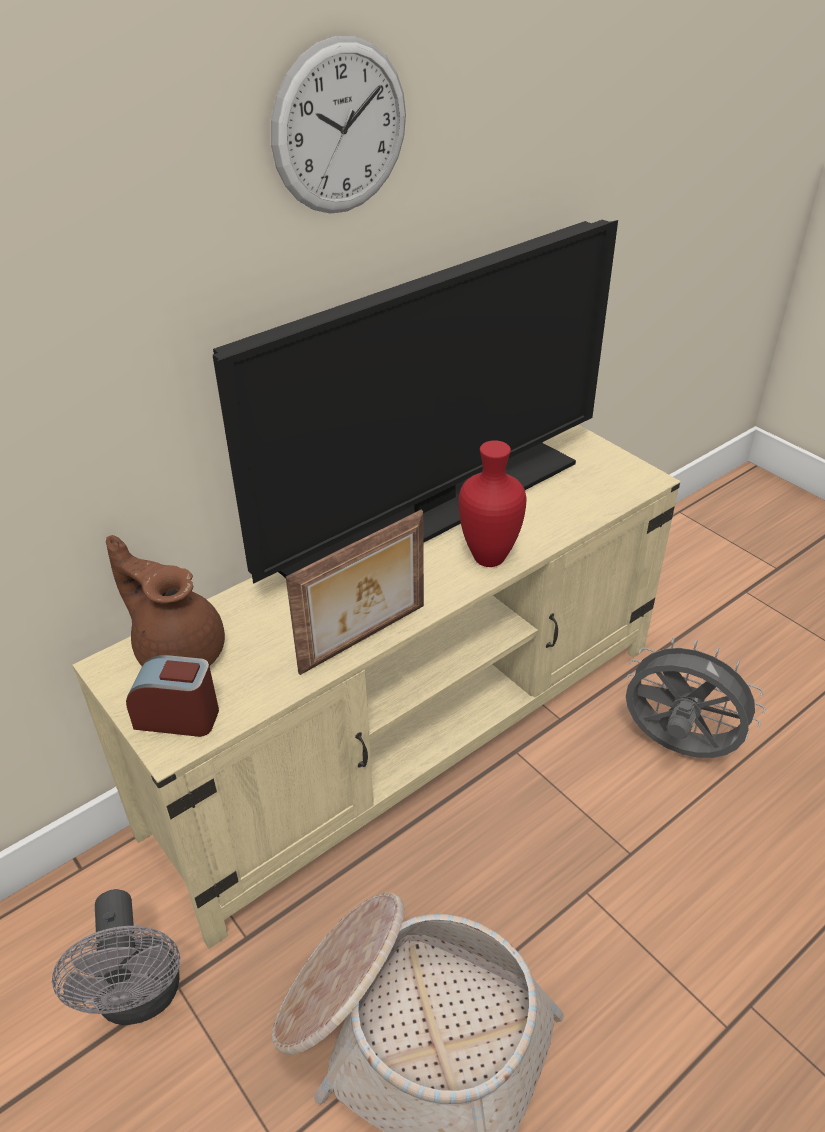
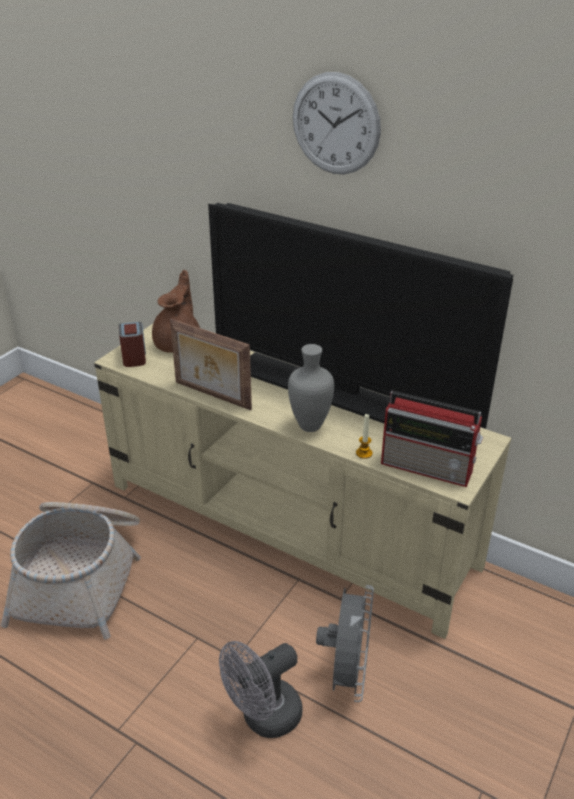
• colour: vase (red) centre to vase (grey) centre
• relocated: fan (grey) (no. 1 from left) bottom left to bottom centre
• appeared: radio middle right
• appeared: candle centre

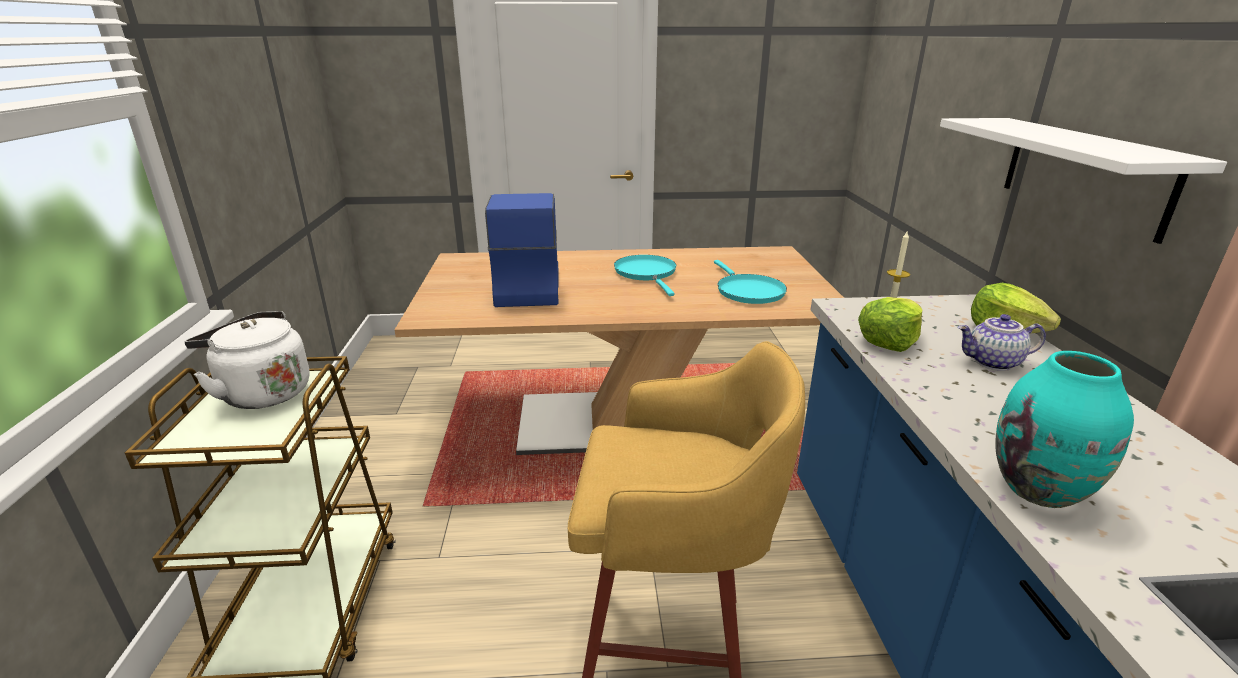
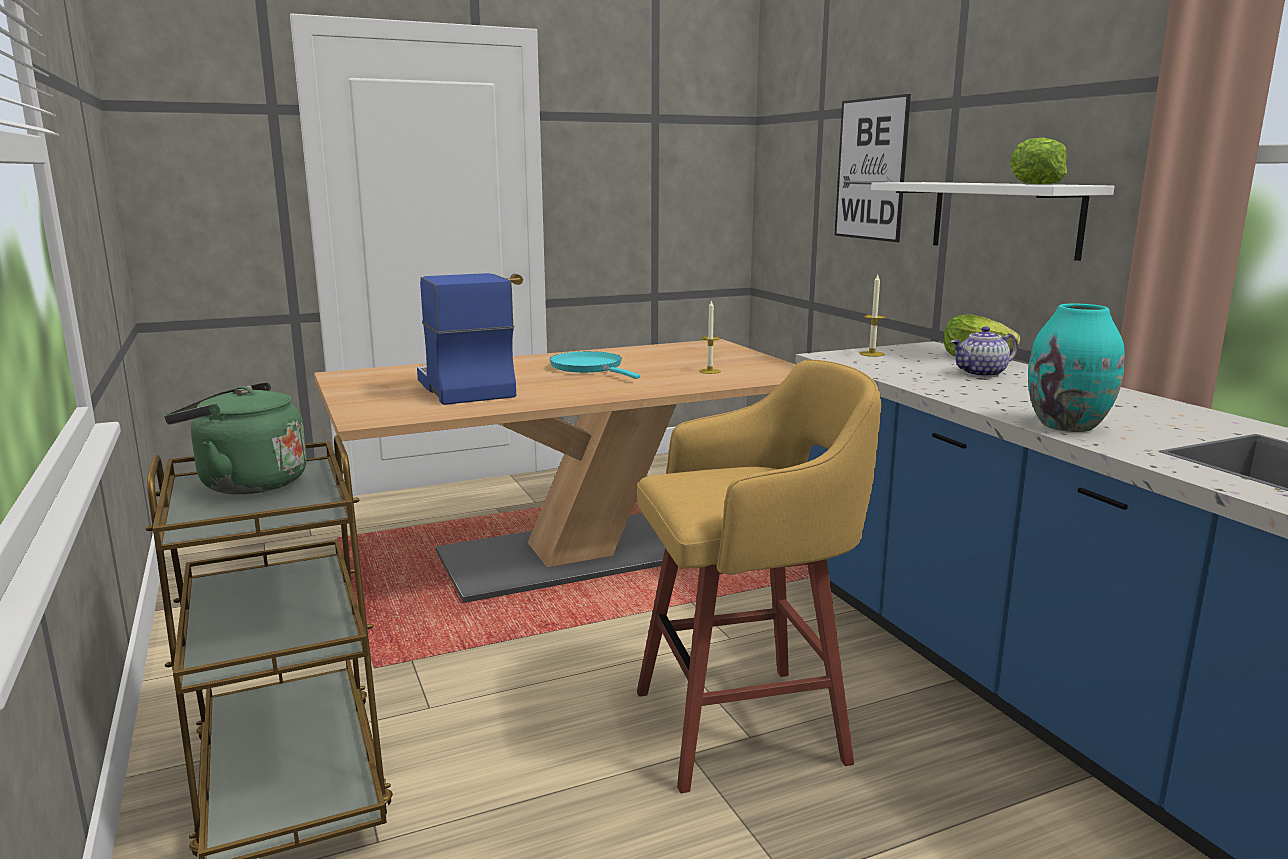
• exchanged: frying pan (turquoise) (no. 2 from left) centre to candle (no. 1 from left) centre
• relocated: lettuce (no. 1 from left in the first image) middle right to lettuce (no. 2 from left) top right
• colour: kettle (white) middle left to kettle (green) middle left
• appeared: picture top right

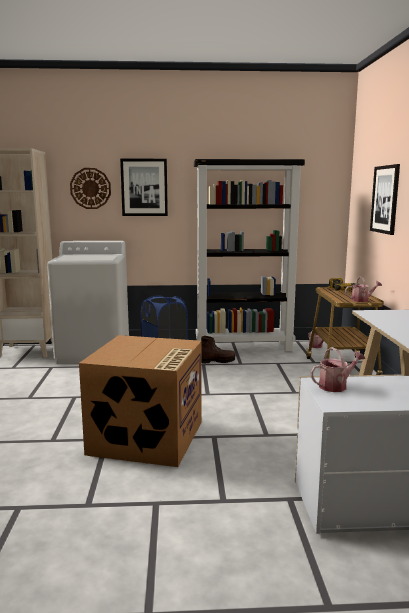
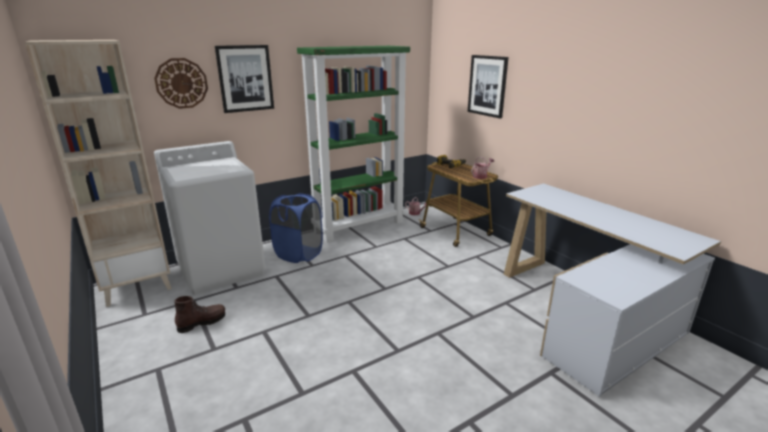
• colour: bookcase (black) centre to bookcase (green) centre
• missing: cardboard box centre
• relocated: boot (brown) centre to bottom left
• missing: watering can (no. 2 from left) middle right

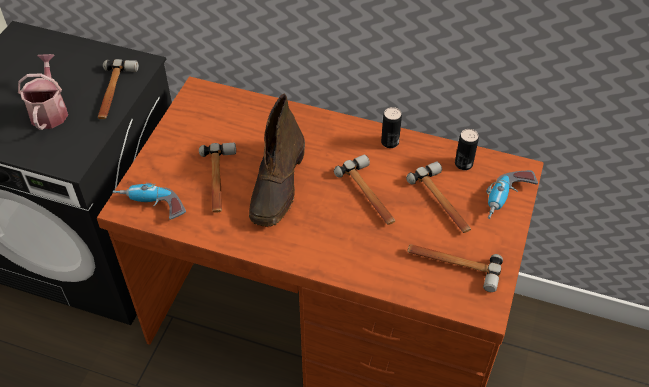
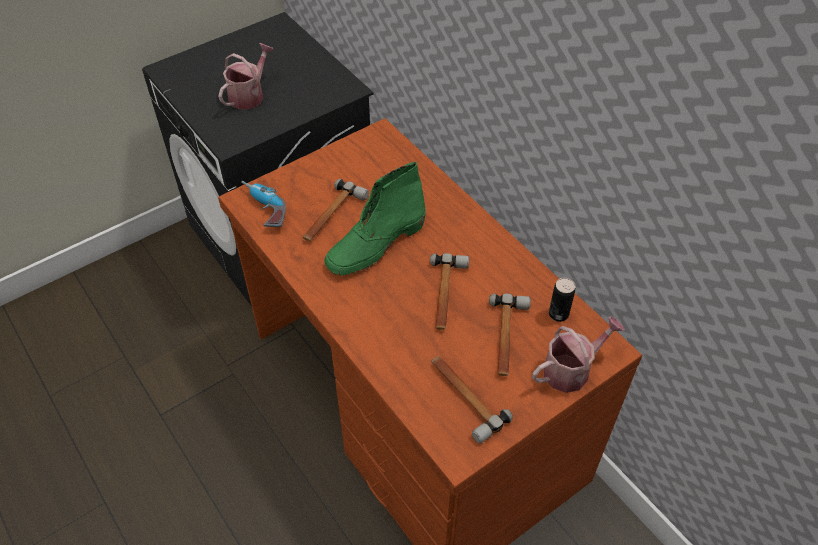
• missing: hammer (no. 1 from left) top left
• colour: boot (brown) centre to boot (green) centre
• missing: can (no. 1 from left) top centre
• exchanged: power drill (no. 2 from left) middle right to watering can (no. 2 from left) middle right

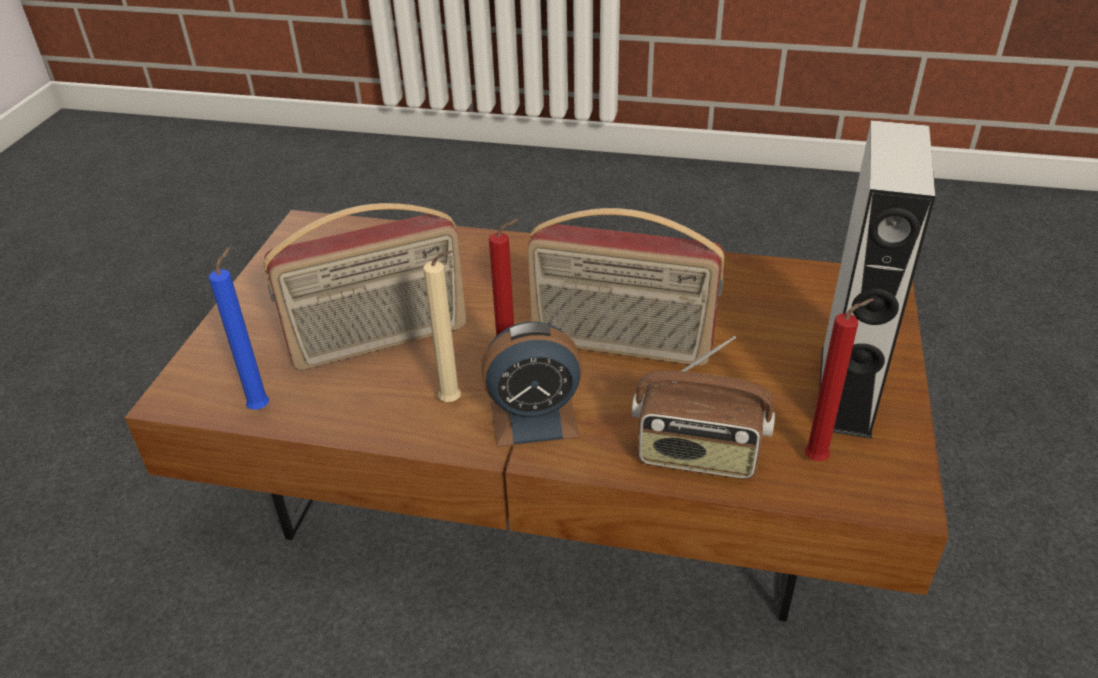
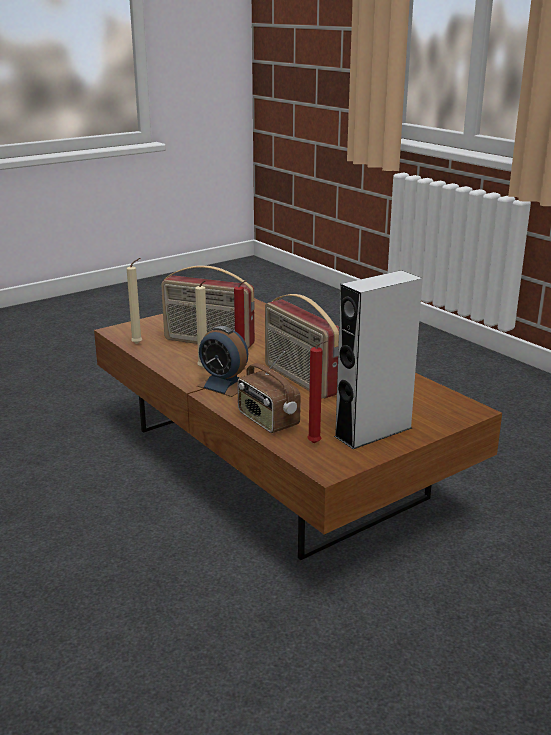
• colour: candle (blue) middle left to candle (beige) (no. 1 from left) middle left

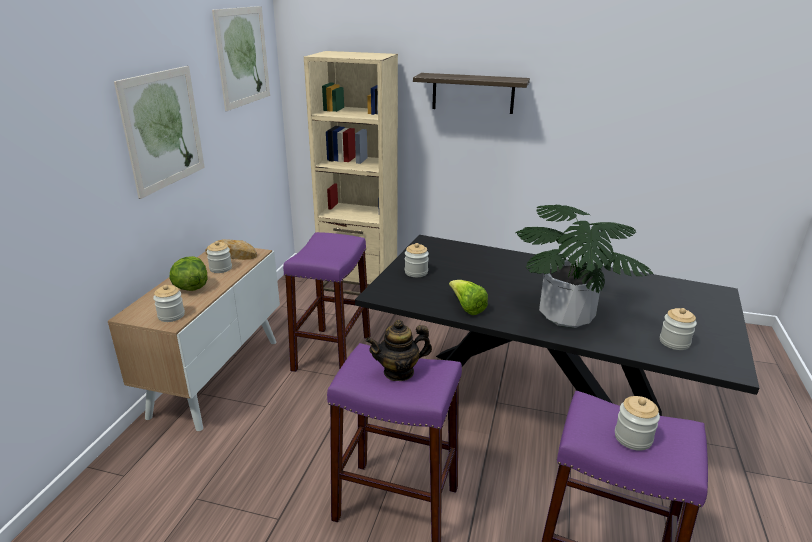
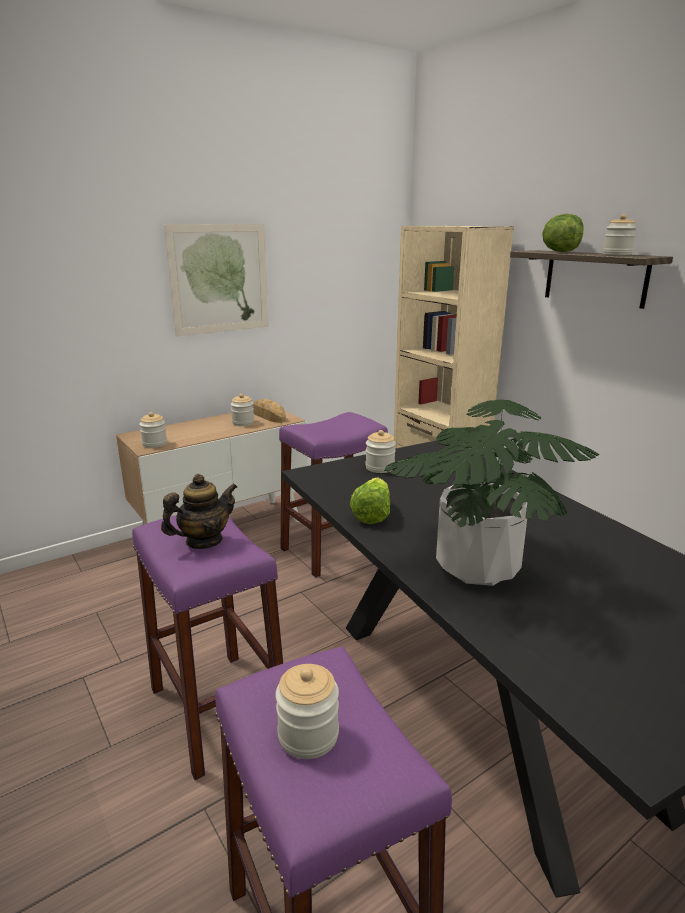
• missing: picture (no. 2 from left) top left
• relocated: lettuce (no. 1 from left in the first image) middle left to lettuce (no. 2 from left) top right
• relocated: jar (no. 5 from left) middle right to top right
• spun: teapot centre = middle left 120 degrees clockwise

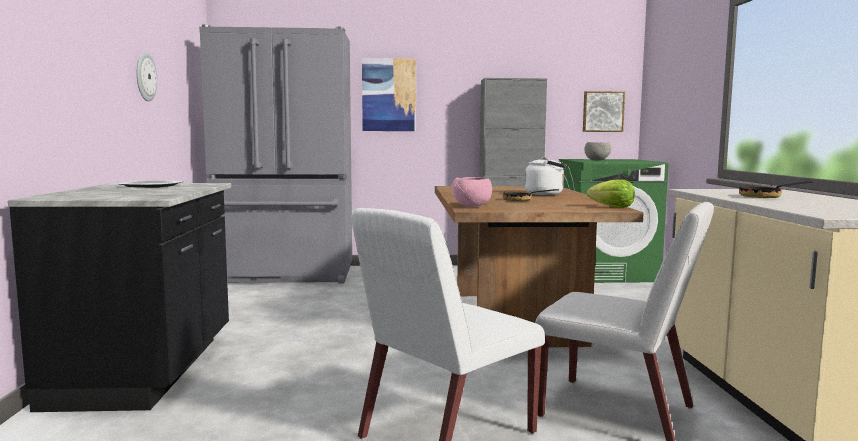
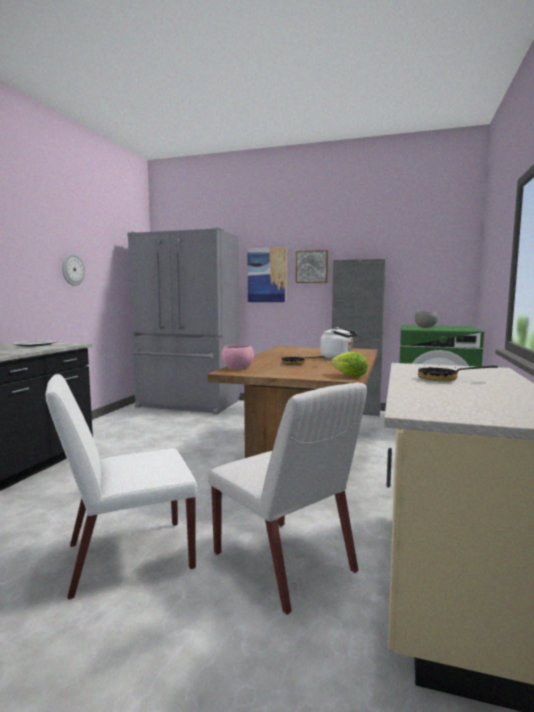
• relocated: picture (no. 2 from left) top right to centre

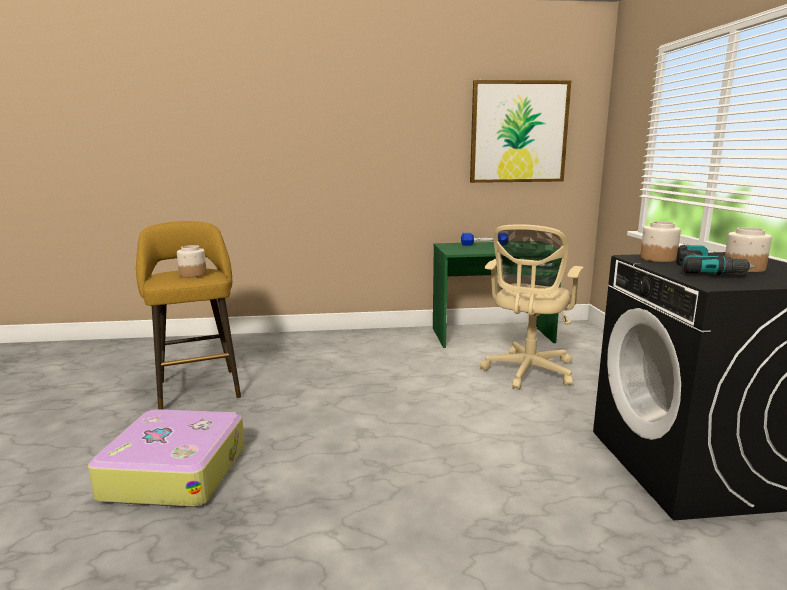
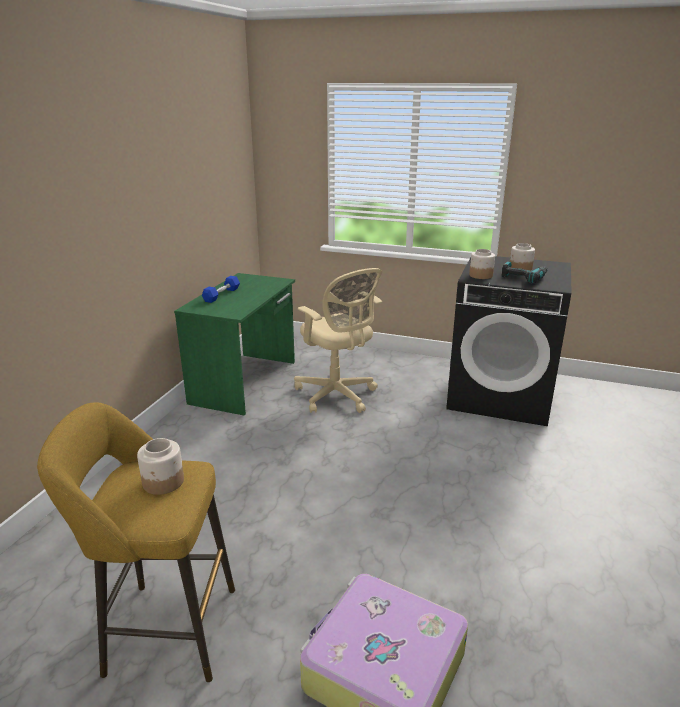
• missing: picture top centre

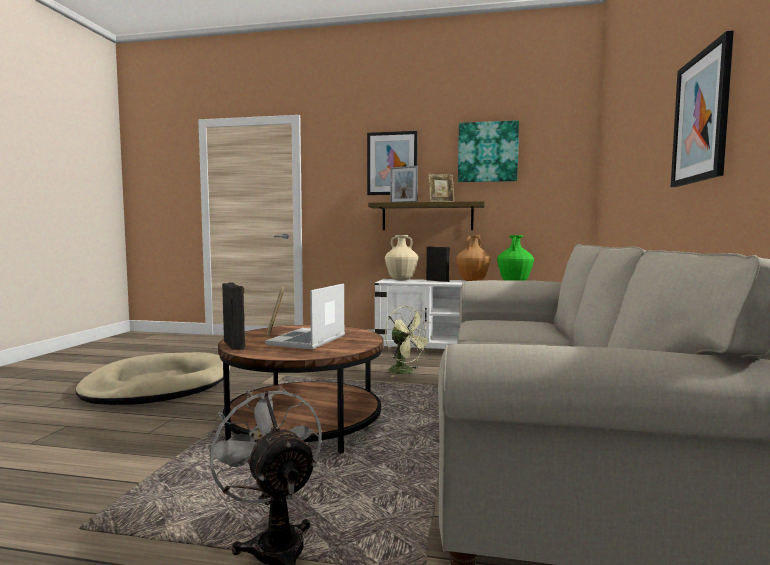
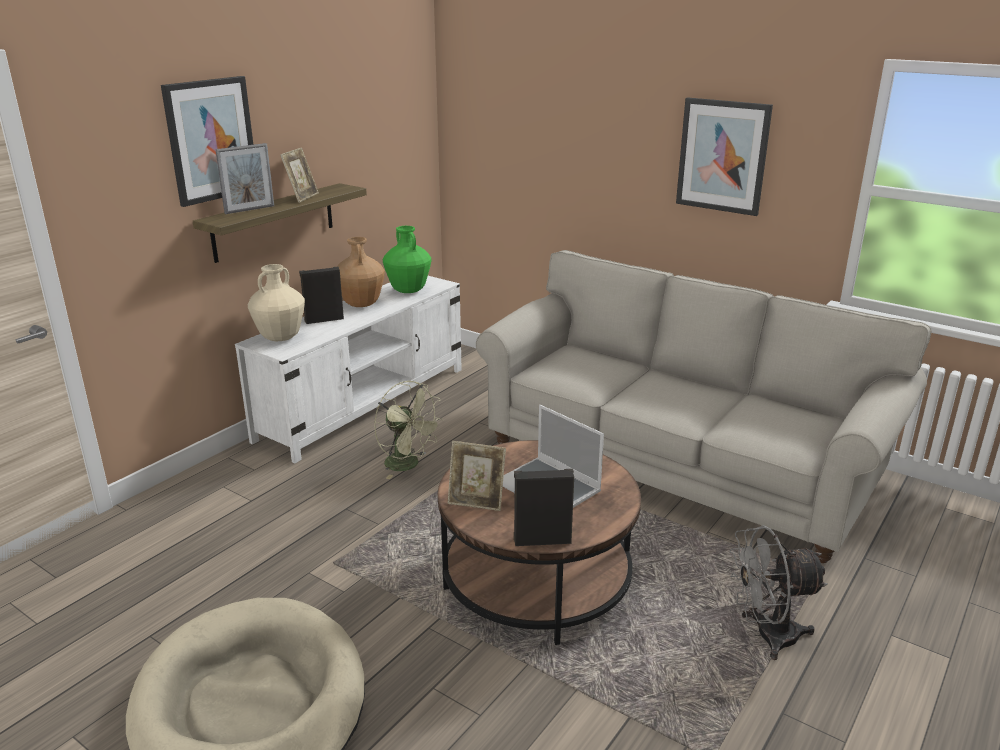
• missing: picture (no. 2 from left) top centre
• spun: fan (green) centre = centre 60 degrees clockwise

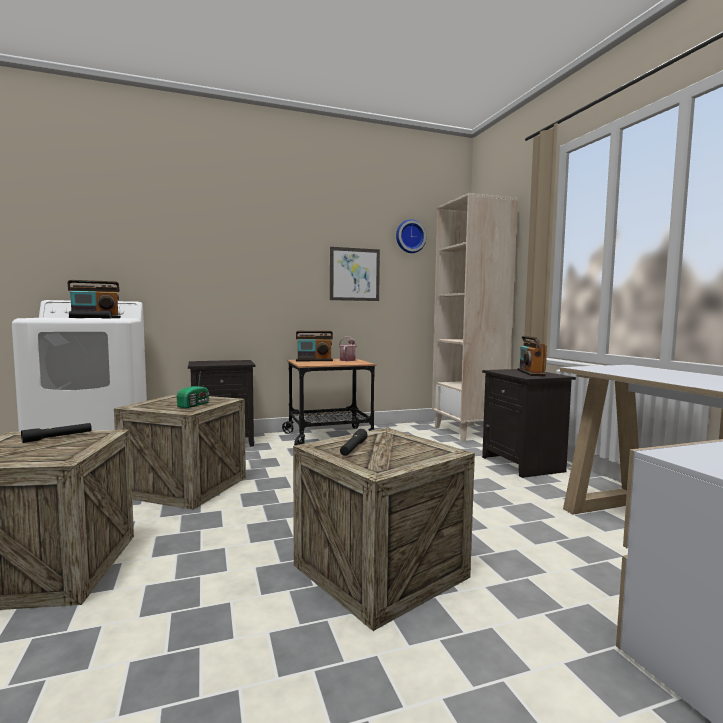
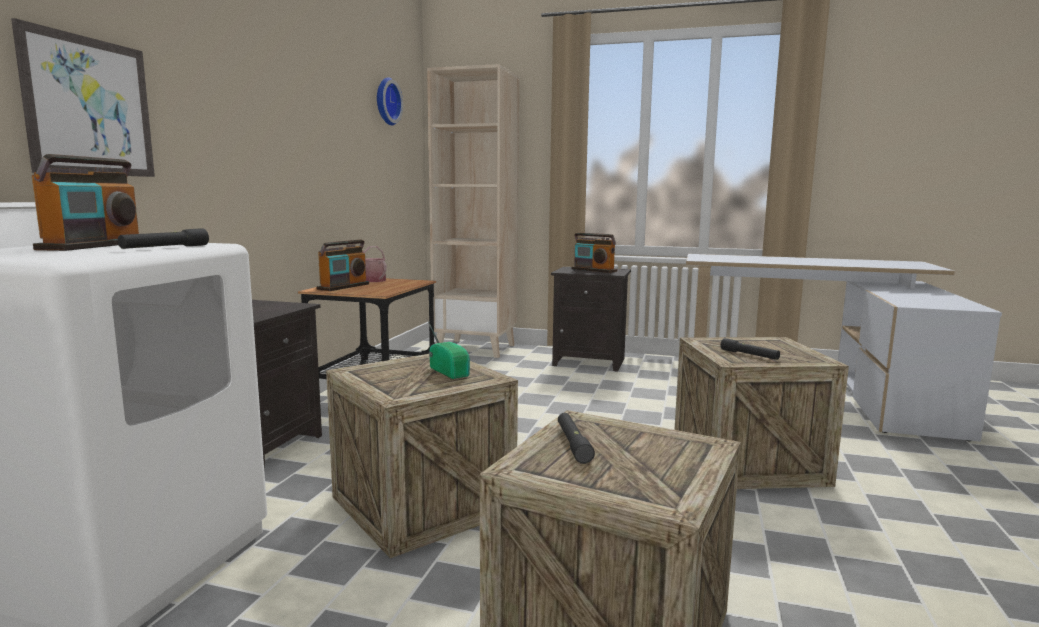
• relocated: picture centre to top left

